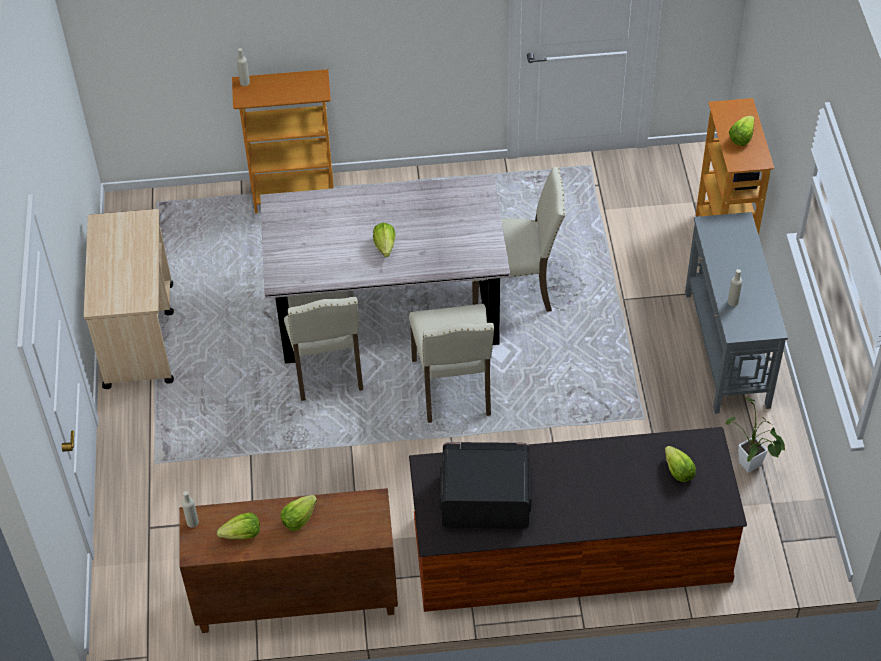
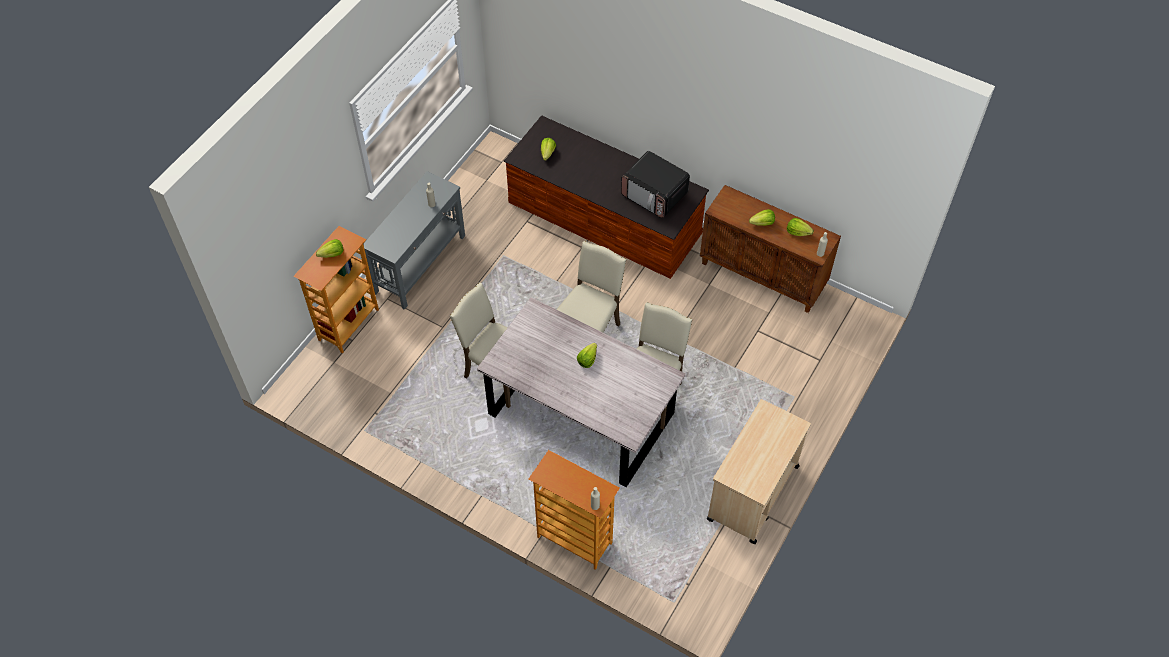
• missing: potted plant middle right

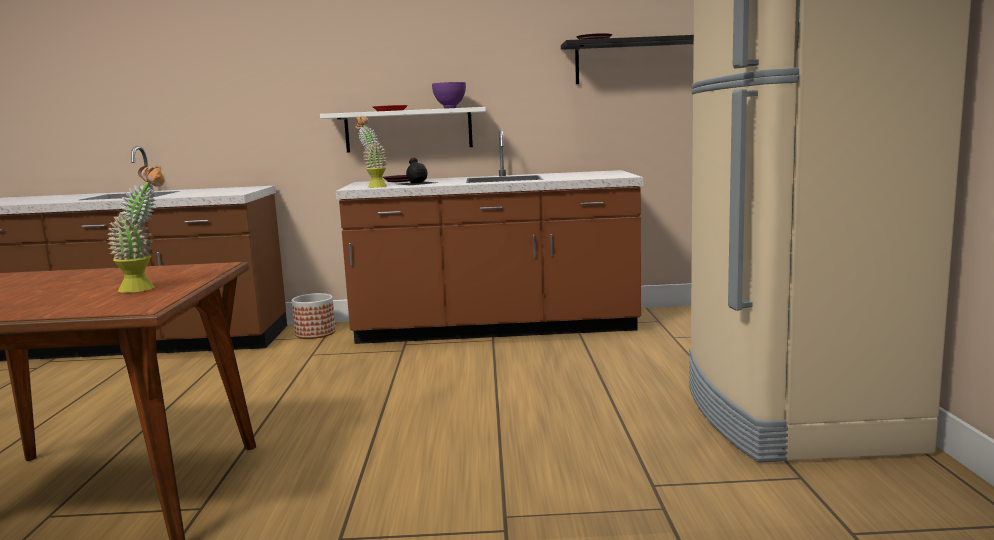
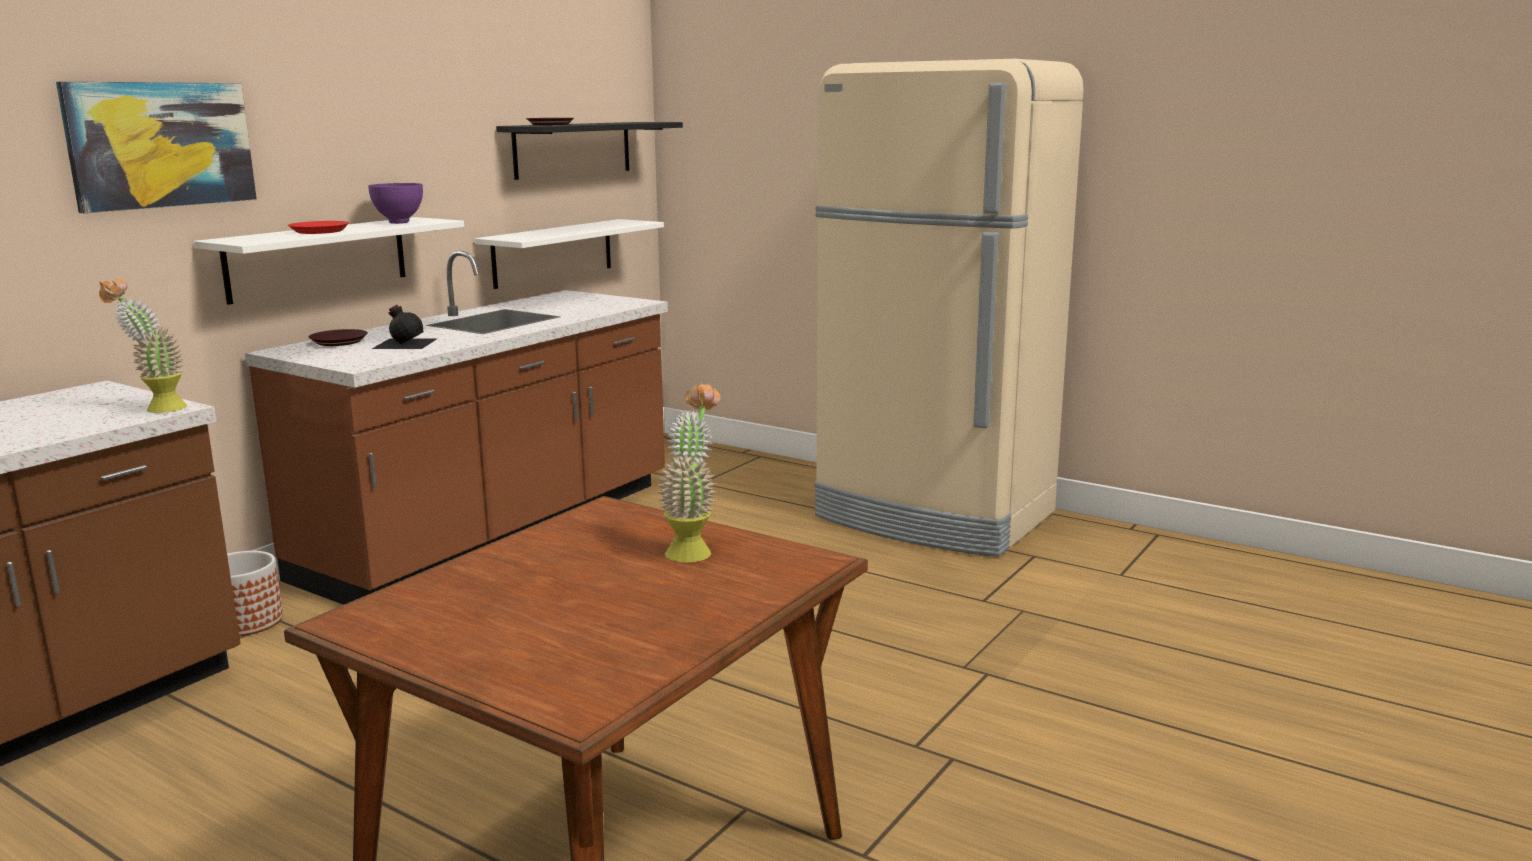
• relocated: potted plant (no. 2 from left in the first image) top centre to potted plant (no. 1 from left) middle left
• appeared: picture top left
• appeared: shelf (white) (no. 2 from left) top centre

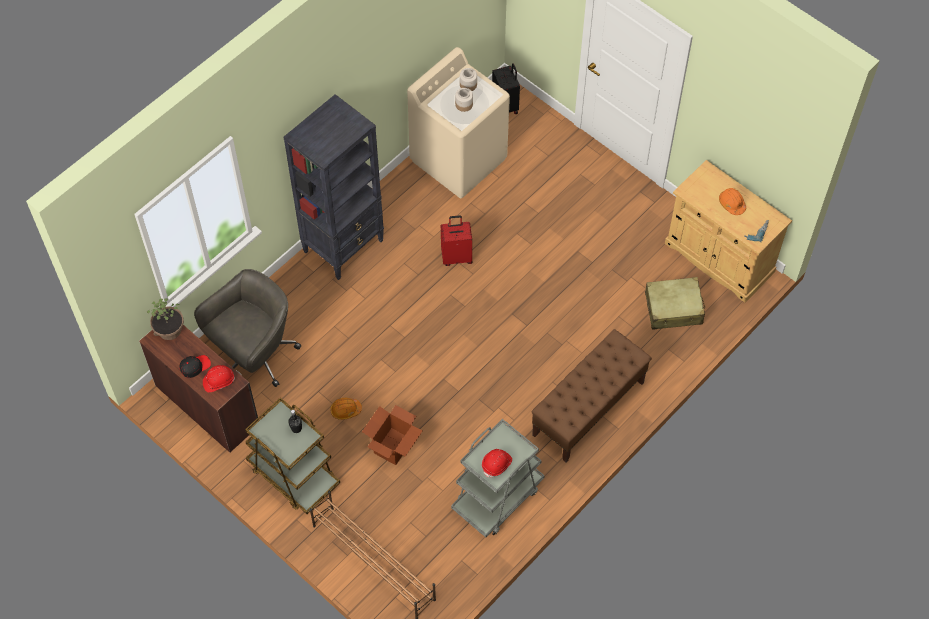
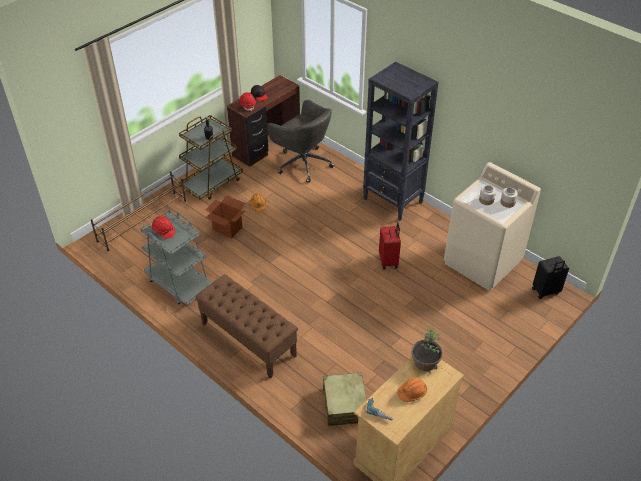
• relocated: potted plant middle left to bottom centre

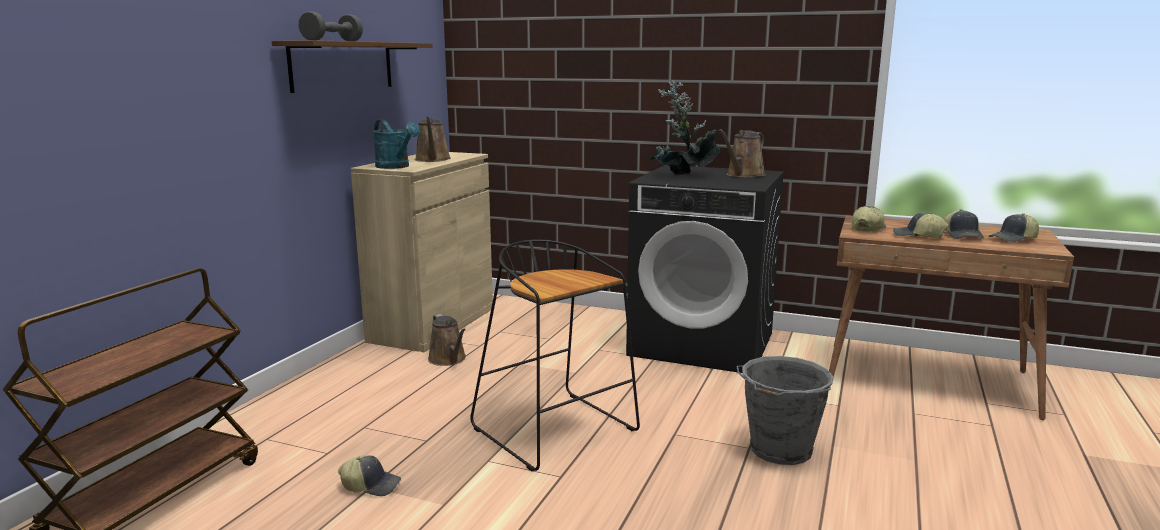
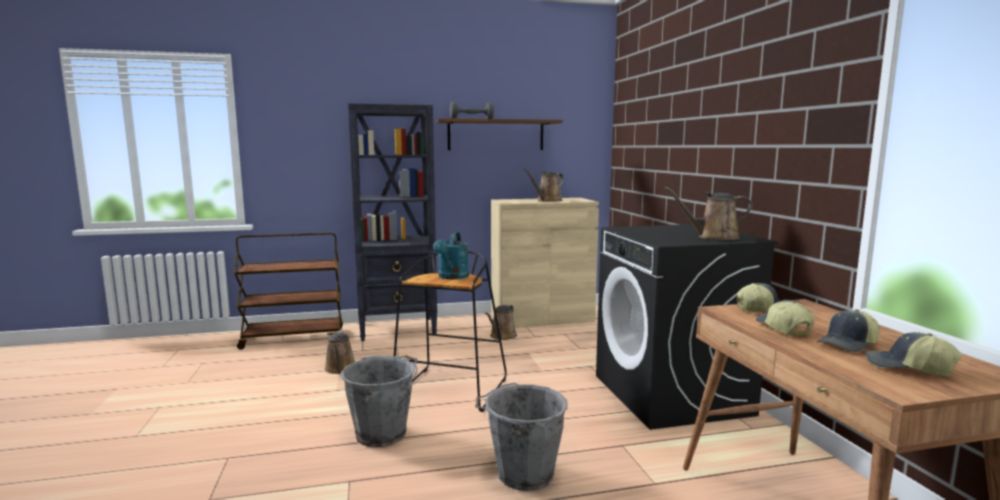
• missing: potted plant top centre
• relocated: watering can (turquoise) top centre to centre
• exchanged: cap (no. 1 from left) bottom left to watering can (brown) (no. 1 from left) bottom centre
• appeared: bookcase (black) centre
• appeared: bucket (grey) (no. 1 from left) bottom centre

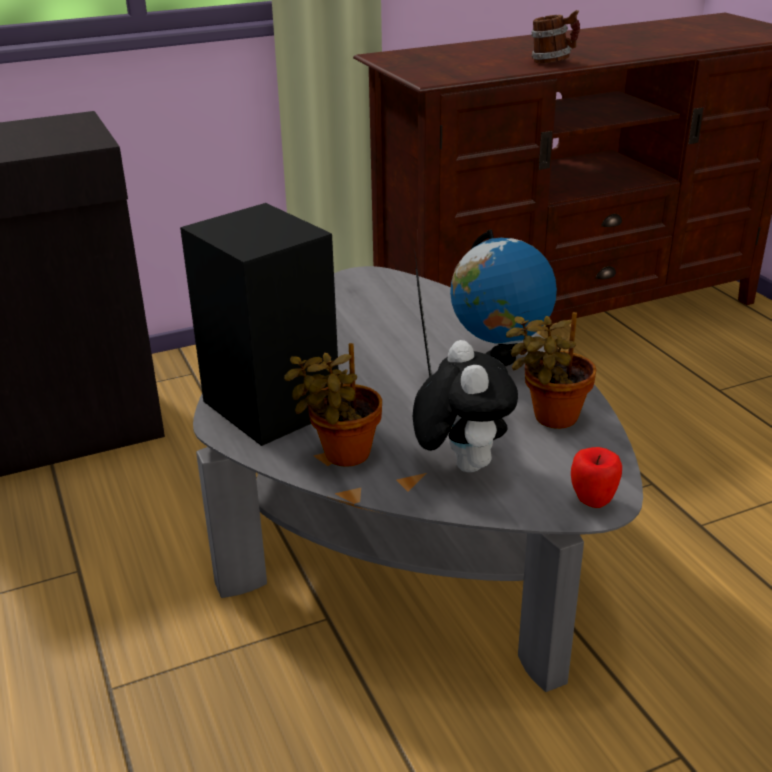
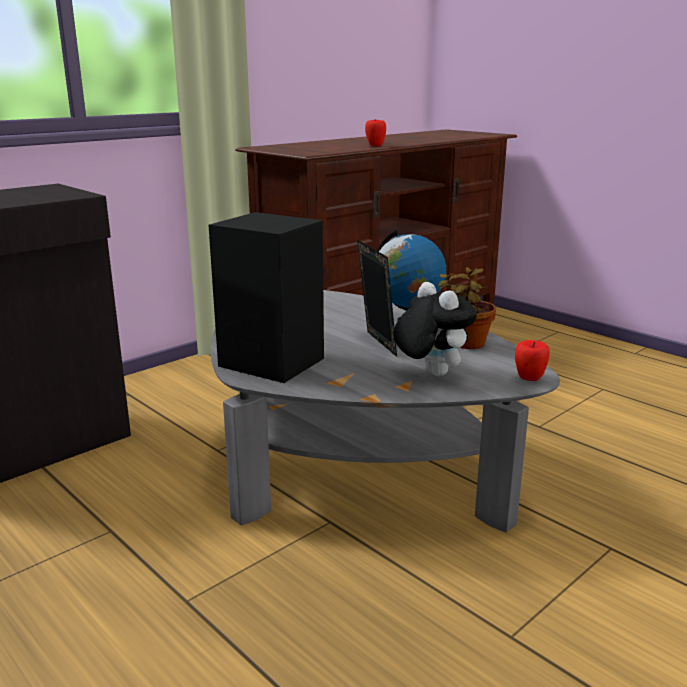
• exchanged: mug top right to apple (no. 1 from left) top centre
• missing: potted plant (no. 1 from left) centre

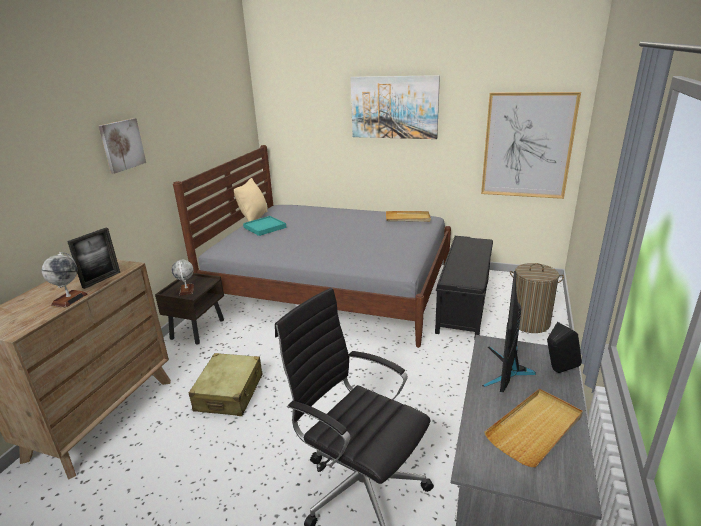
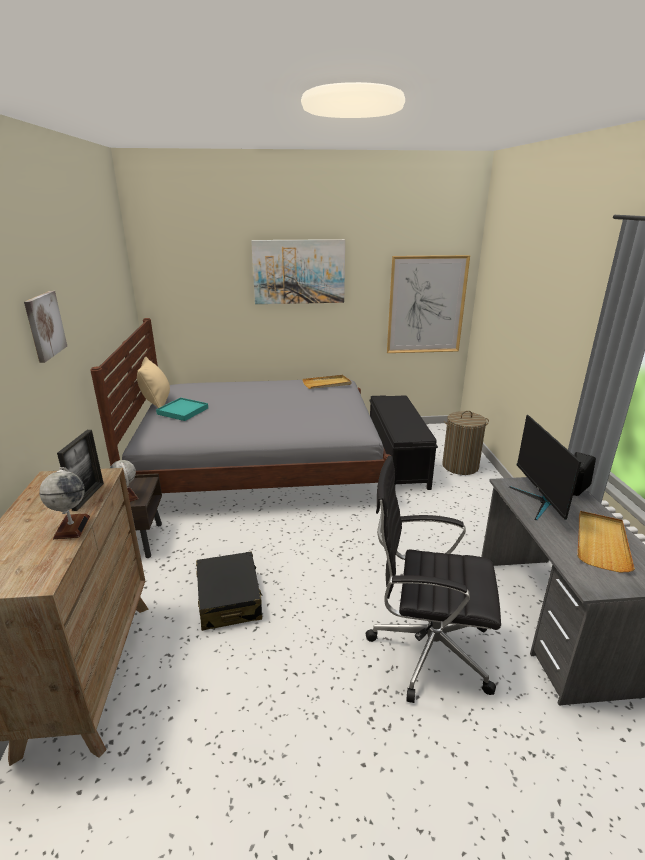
• colour: suitcase (beige) bottom left to suitcase (black) bottom centre

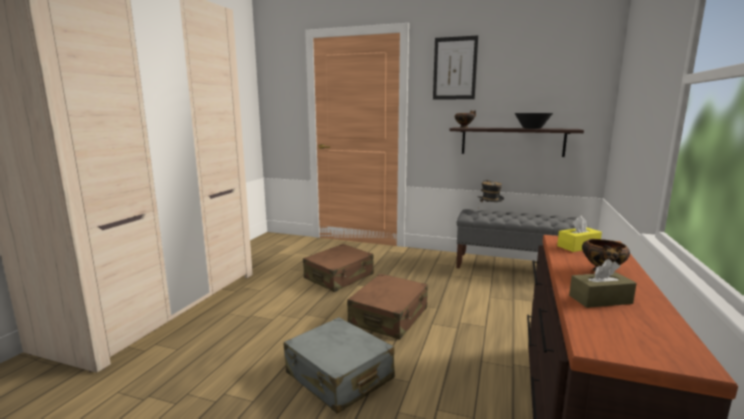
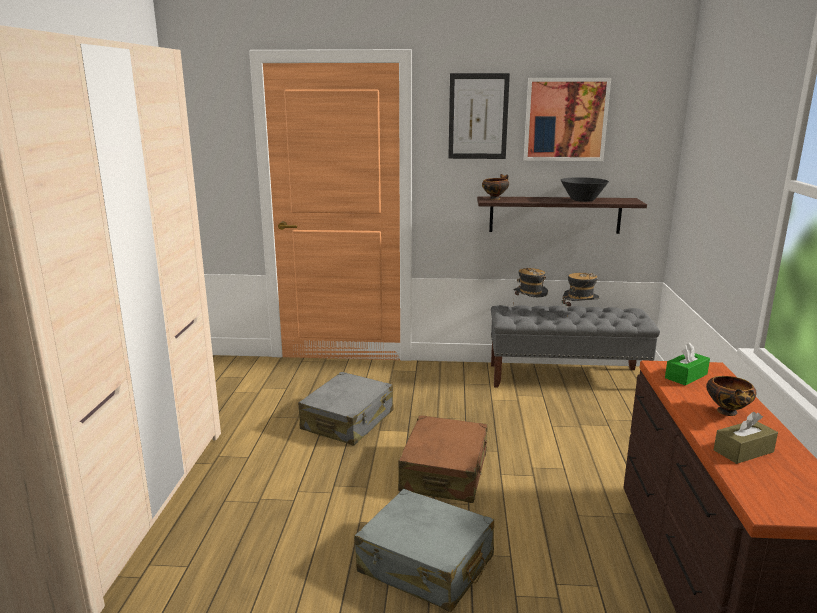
• colour: tissue box (yellow) middle right to tissue box (green) middle right
• colour: suitcase (brown) (no. 1 from left) centre to suitcase (grey) (no. 1 from left) bottom centre
• appeared: picture (no. 2 from left) top right
• appeared: hat (no. 2 from left) middle right

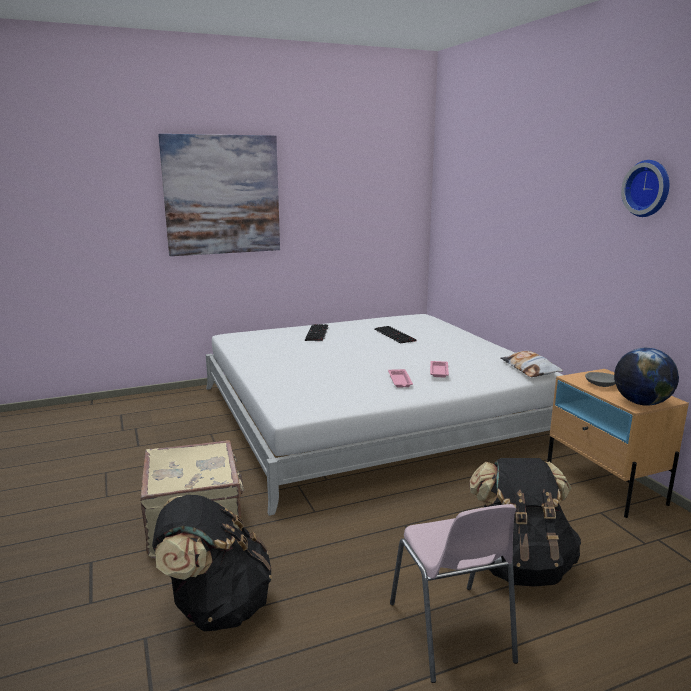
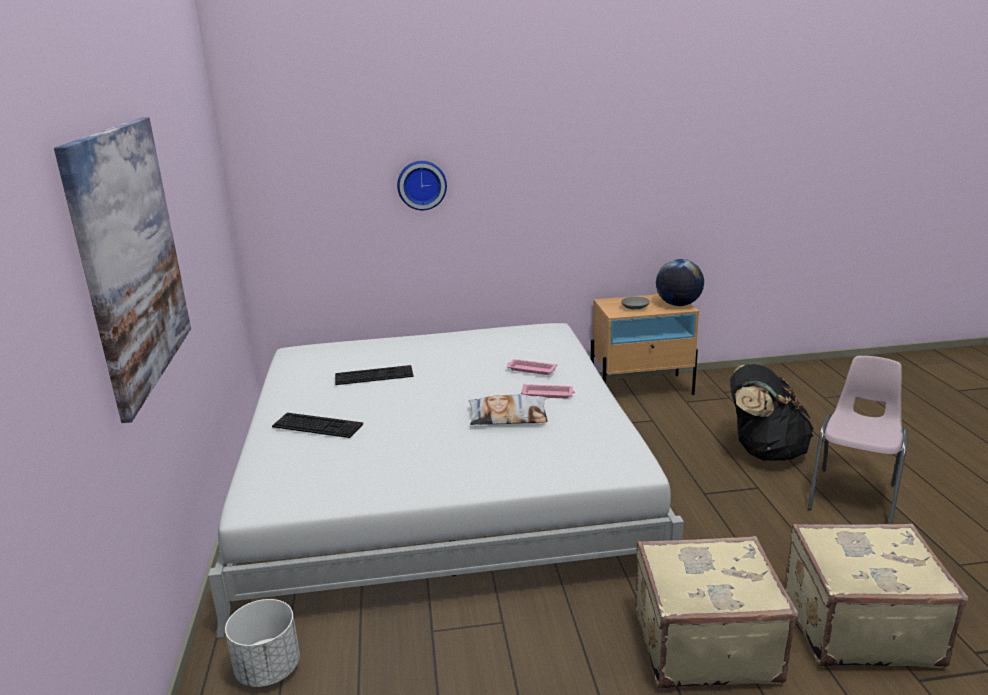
• relocated: wall clock top right to top centre
• relocated: pillow middle right to centre
• exchanged: backpack (black) (no. 1 from left) bottom left to suitcase (beige) (no. 2 from left) bottom right
• spun: chair (pink) bottom centre = middle right 60 degrees counterclockwise
• appeared: planter (white) bottom left

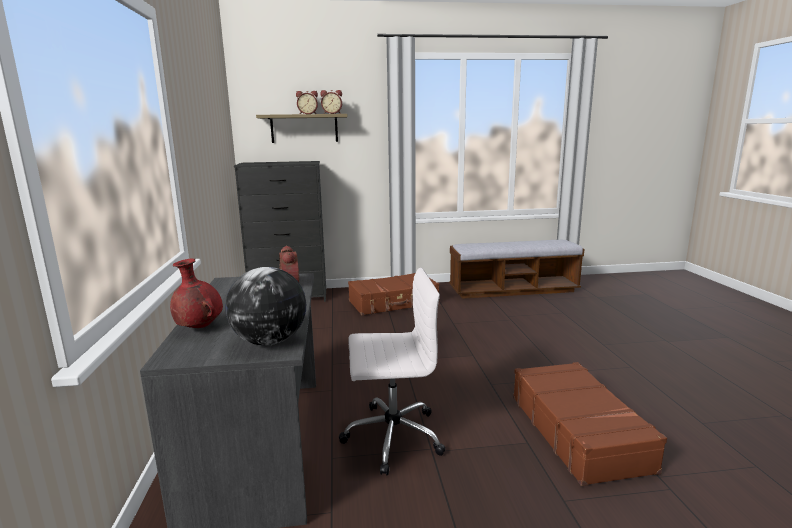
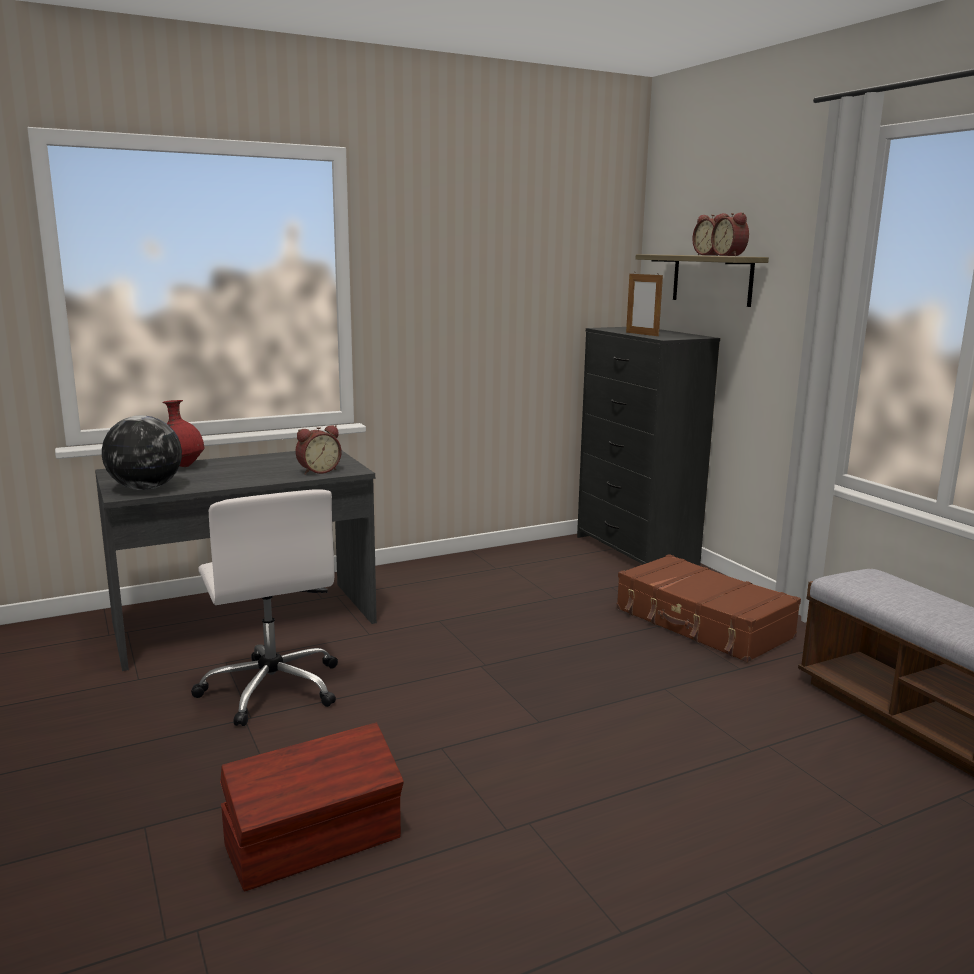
• exchanged: suitcase (brown) (no. 2 from left) bottom right to storage box (brown) bottom left
• appeared: picture frame top centre

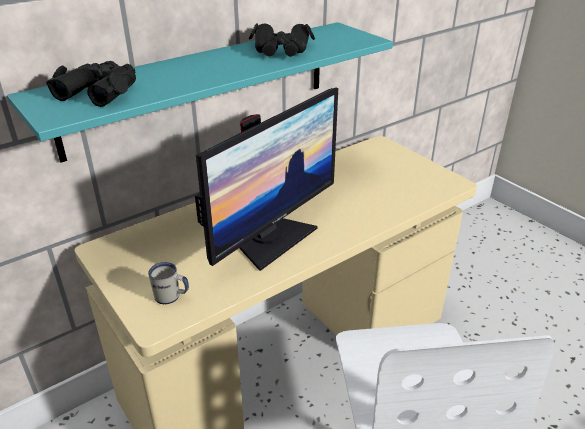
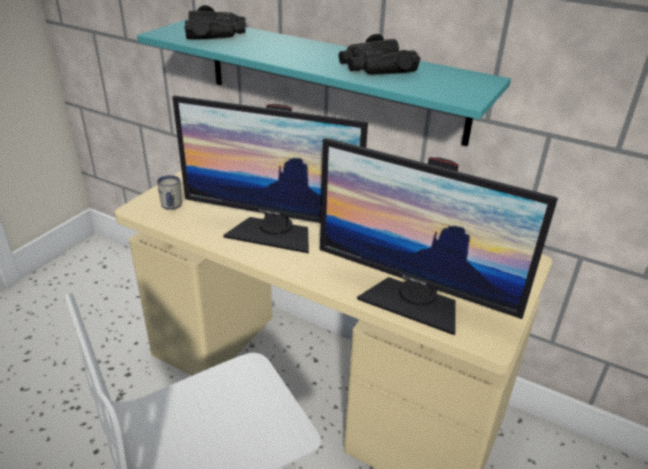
• appeared: monitor (no. 2 from left) middle right

